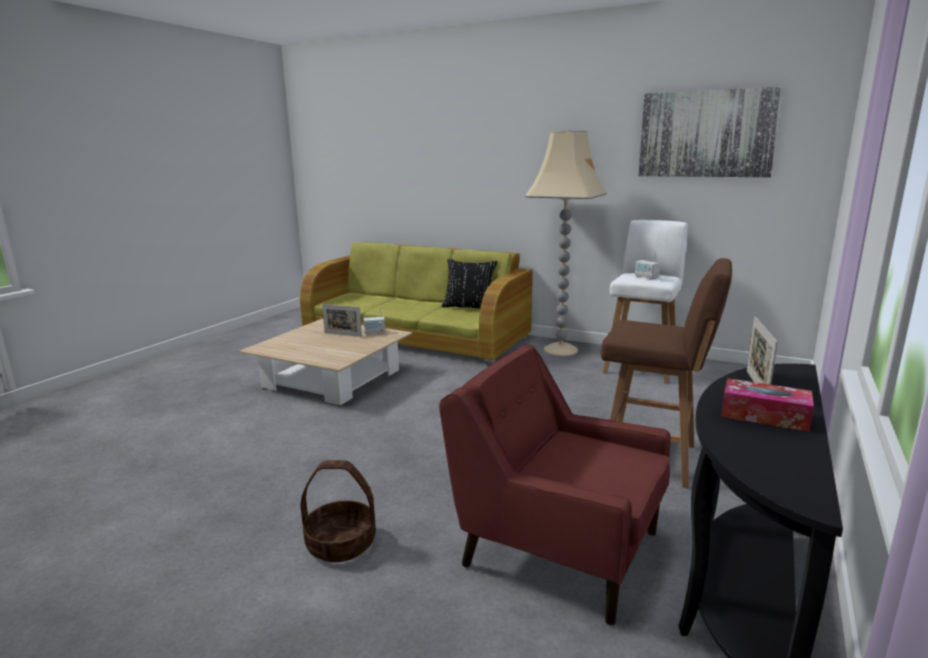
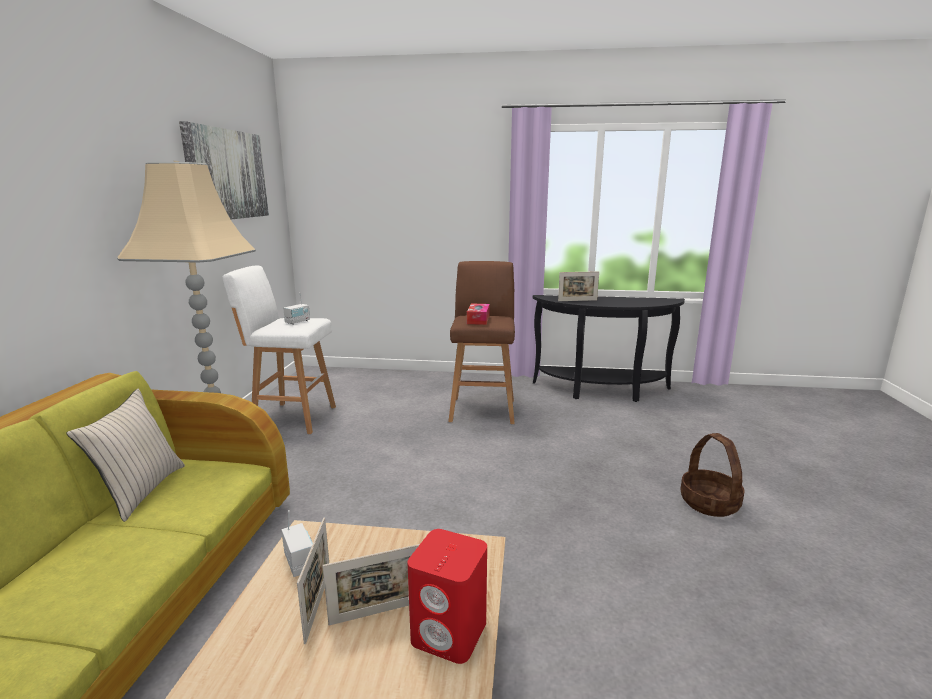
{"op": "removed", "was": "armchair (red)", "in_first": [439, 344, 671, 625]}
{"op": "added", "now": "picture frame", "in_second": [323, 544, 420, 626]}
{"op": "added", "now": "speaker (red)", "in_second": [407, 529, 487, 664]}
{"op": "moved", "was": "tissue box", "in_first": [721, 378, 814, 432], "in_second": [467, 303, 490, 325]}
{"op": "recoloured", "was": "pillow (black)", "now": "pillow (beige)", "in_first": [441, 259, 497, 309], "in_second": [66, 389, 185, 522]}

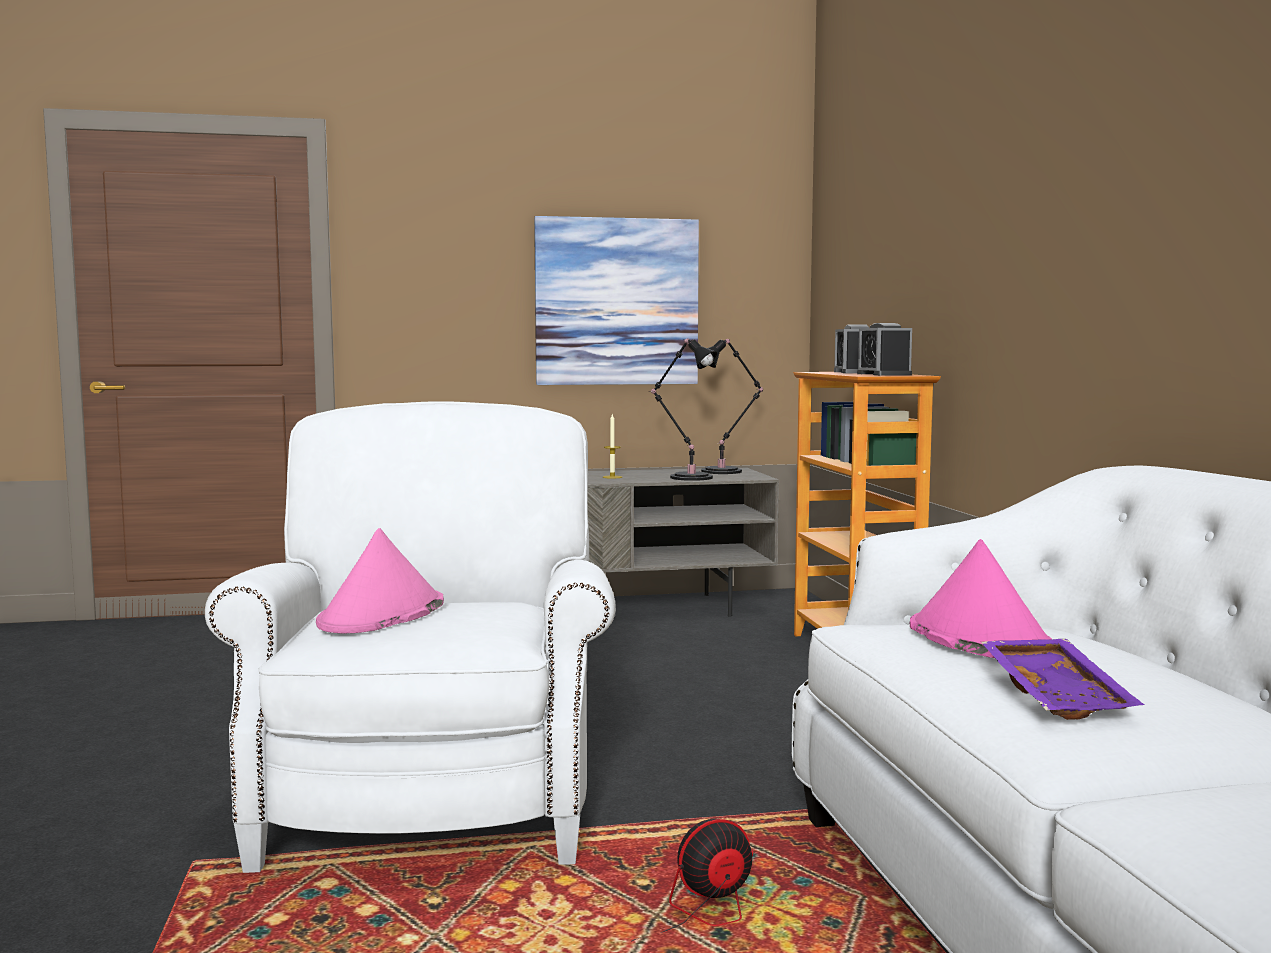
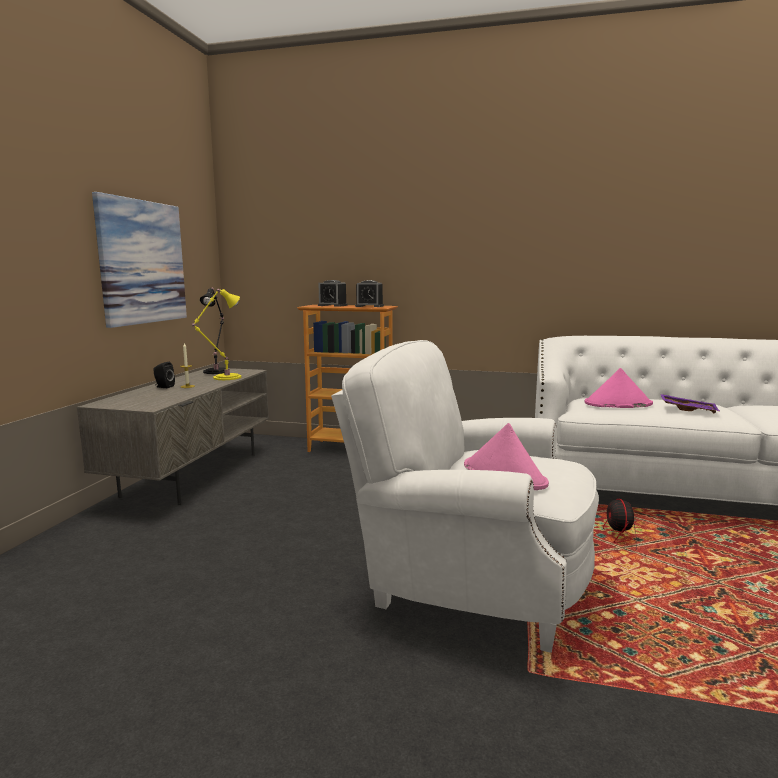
{"op": "added", "now": "speaker (black)", "in_second": [153, 362, 175, 388]}
{"op": "recoloured", "was": "table lamp (black)", "now": "table lamp (yellow)", "in_first": [649, 338, 717, 481], "in_second": [192, 289, 241, 380]}

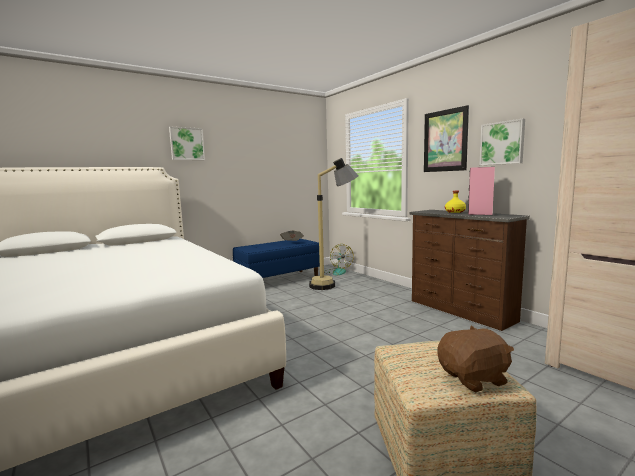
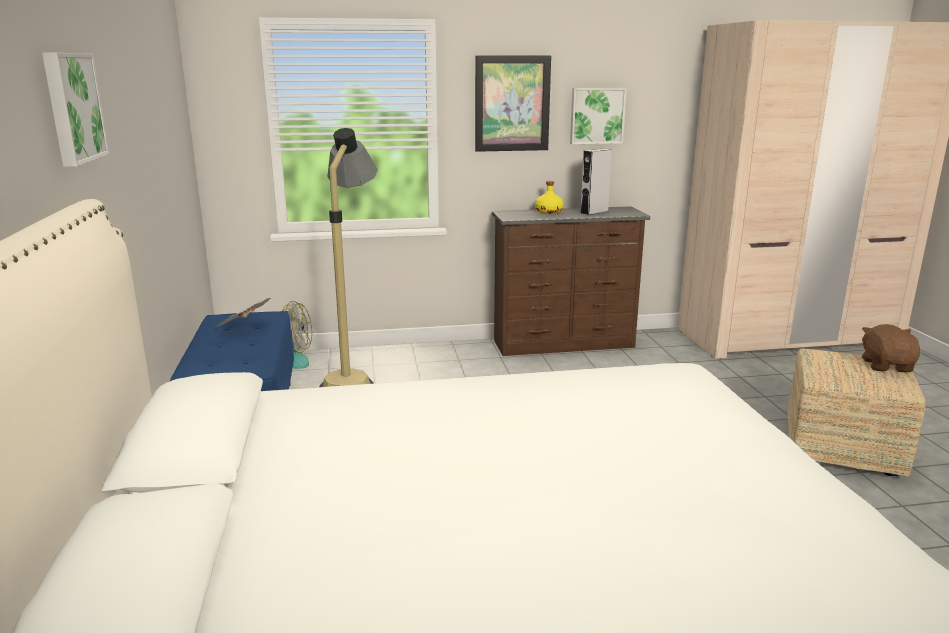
{"op": "recoloured", "was": "speaker (pink)", "now": "speaker (grey)", "in_first": [468, 167, 495, 215], "in_second": [580, 149, 612, 215]}

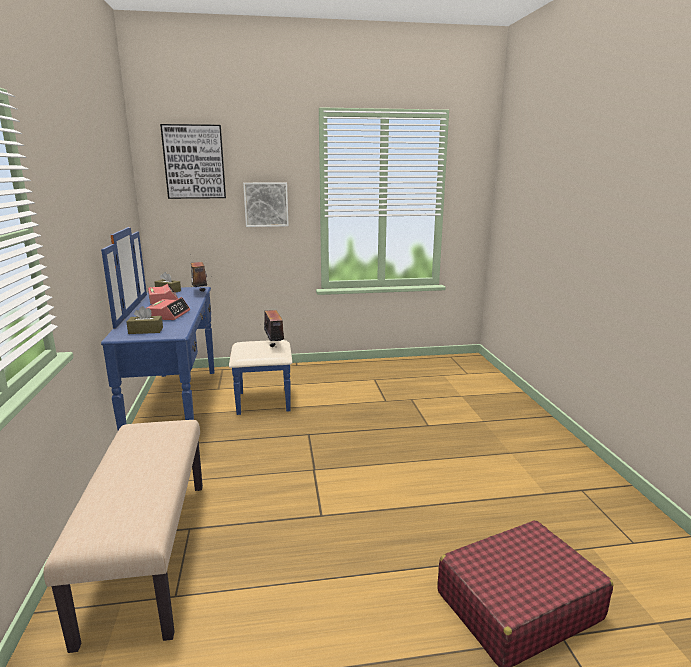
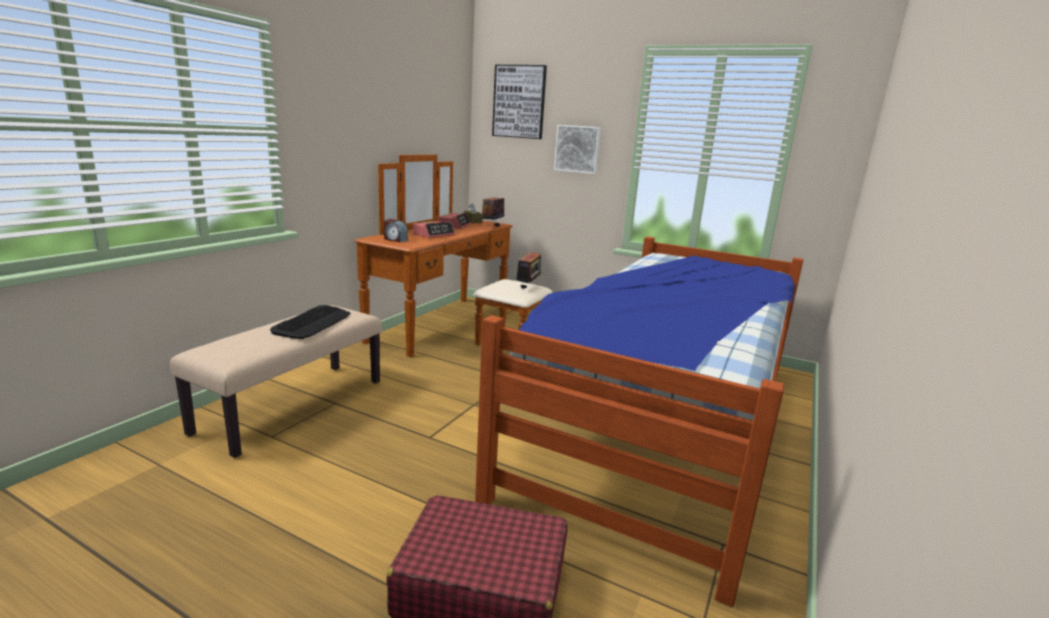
{"op": "added", "now": "keyboard", "in_second": [270, 305, 350, 339]}
{"op": "added", "now": "bed", "in_second": [475, 237, 803, 607]}
{"op": "replaced", "was": "tissue box (brown)", "now": "alarm clock", "in_first": [126, 306, 163, 334], "in_second": [384, 219, 408, 242]}
{"op": "recoloured", "was": "dresser (blue)", "now": "dresser (brown)", "in_first": [101, 227, 292, 430], "in_second": [355, 154, 553, 357]}

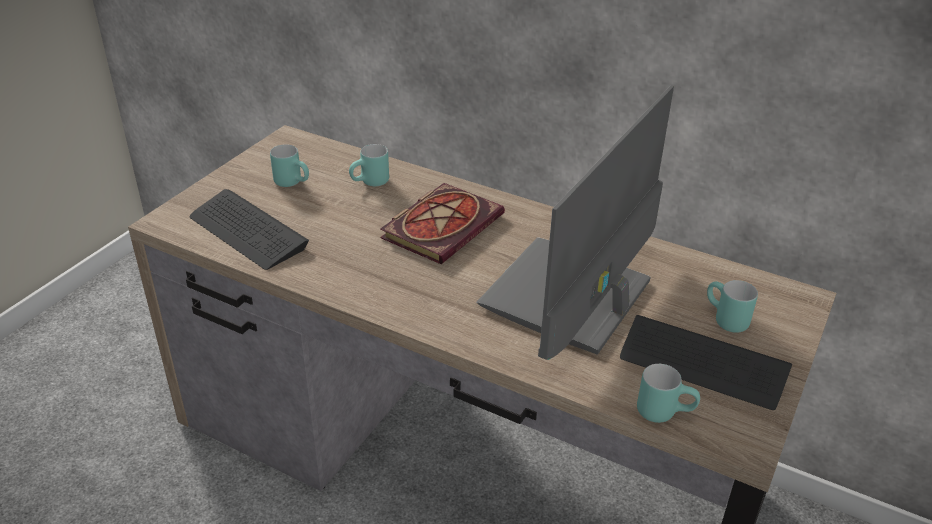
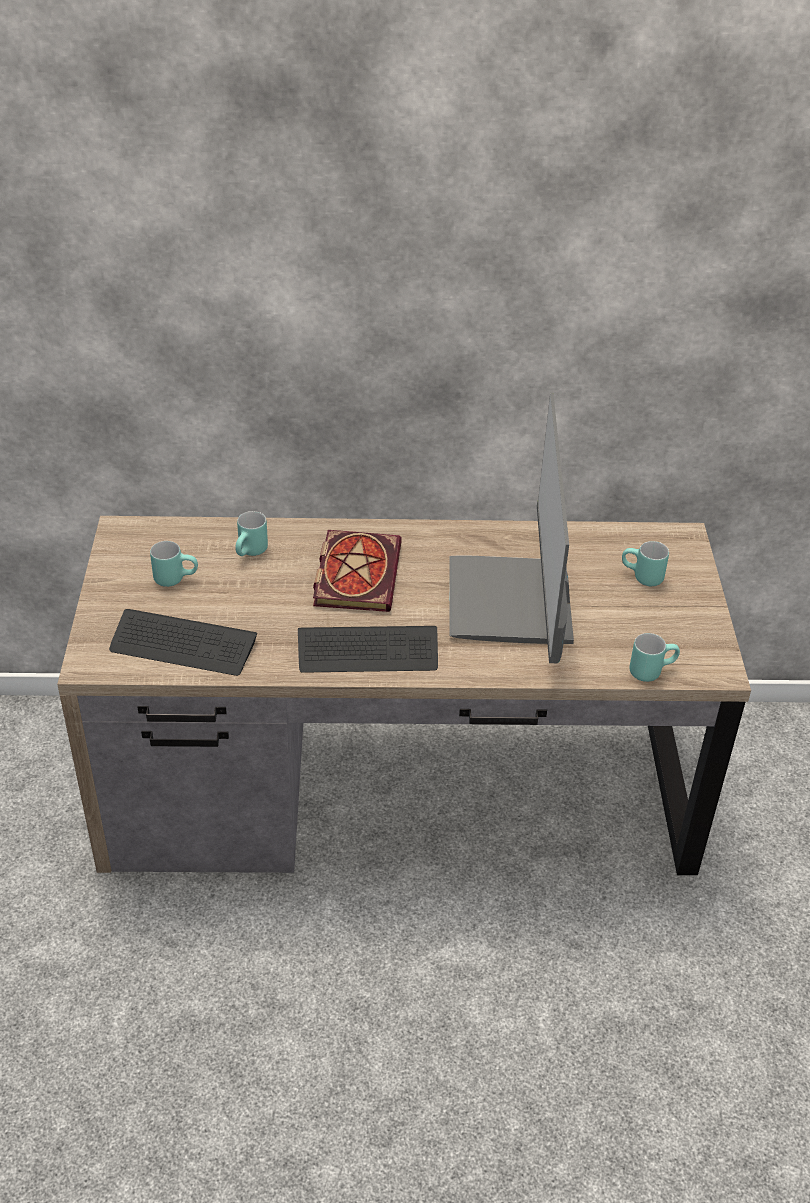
{"op": "moved", "was": "keyboard", "in_first": [620, 315, 792, 410], "in_second": [298, 626, 438, 673]}

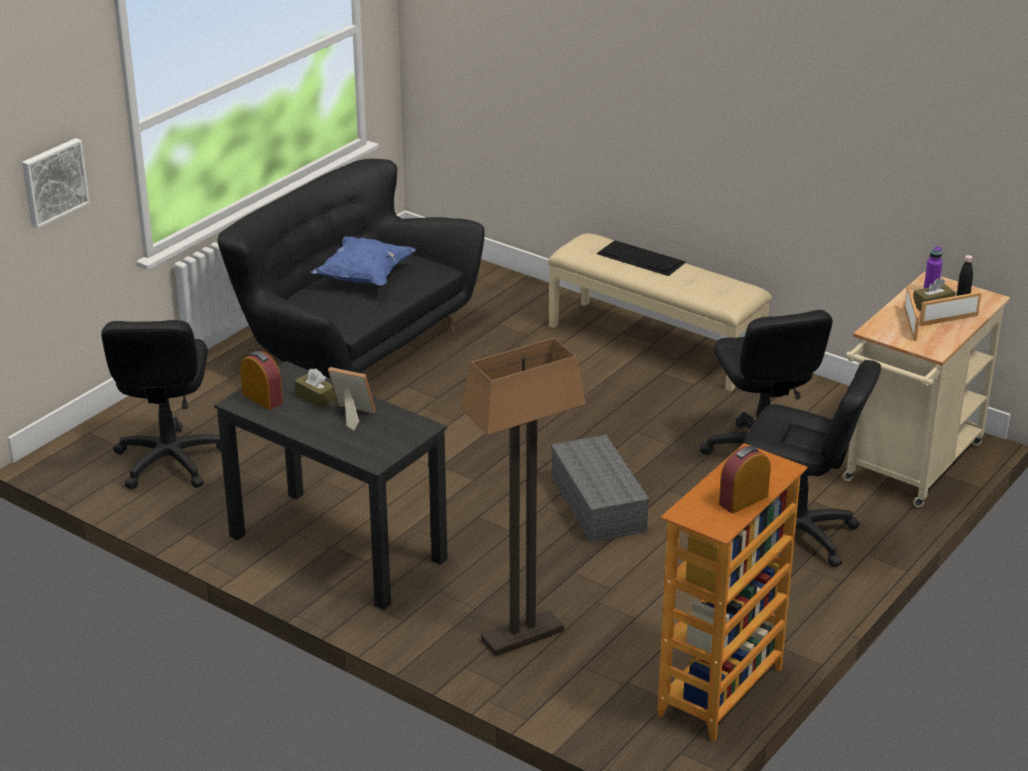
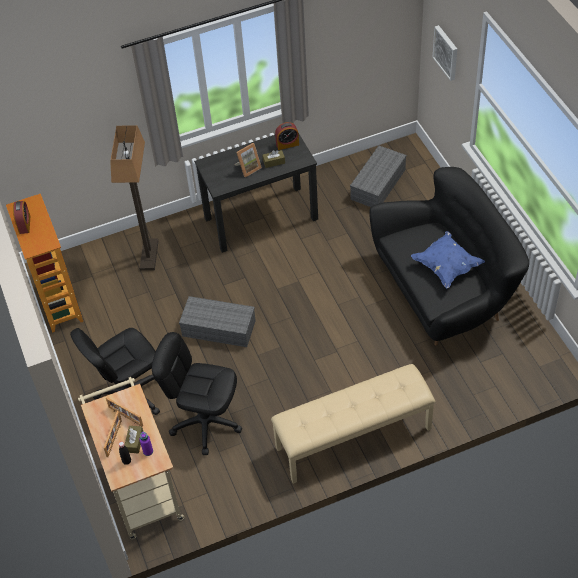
{"op": "removed", "was": "keyboard", "in_first": [597, 240, 686, 276]}
{"op": "replaced", "was": "office chair (black)", "now": "storage box (grey)", "in_first": [101, 320, 221, 489], "in_second": [350, 146, 407, 207]}

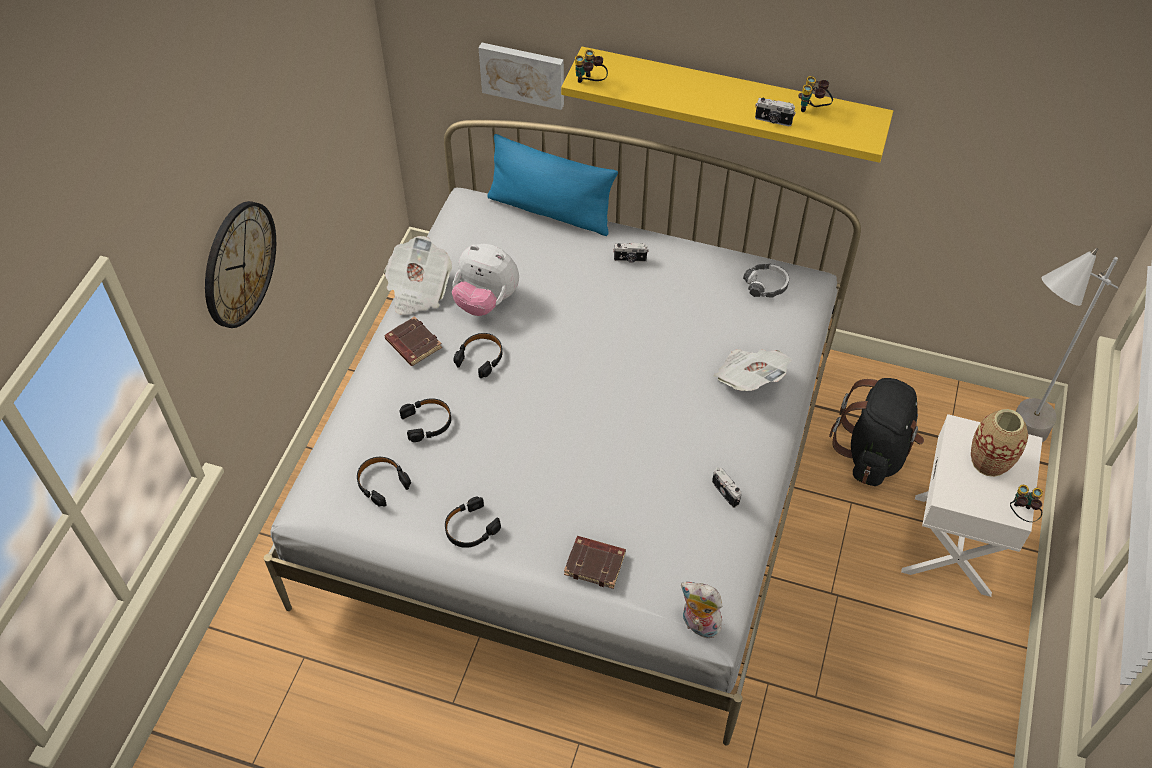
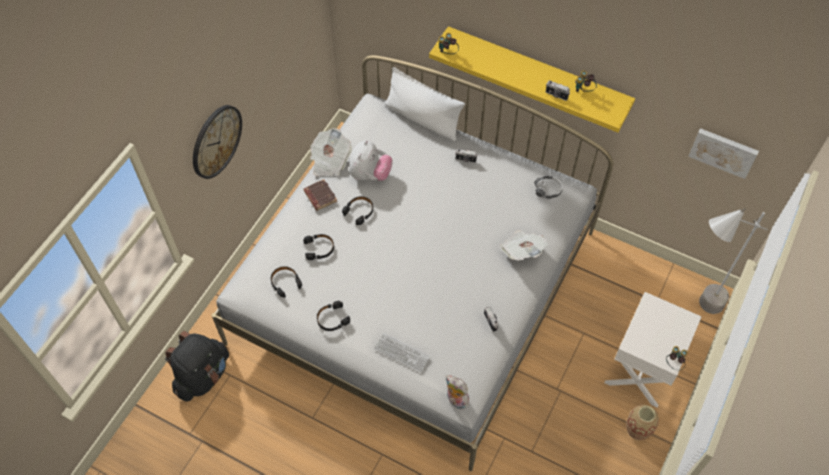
{"op": "moved", "was": "picture", "in_first": [479, 42, 564, 110], "in_second": [688, 128, 759, 179]}
{"op": "moved", "was": "backpack (black)", "in_first": [829, 378, 924, 486], "in_second": [165, 331, 229, 402]}
{"op": "moved", "was": "vase", "in_first": [971, 409, 1028, 477], "in_second": [626, 405, 659, 440]}
{"op": "replaced", "was": "book (brown)", "now": "keyboard", "in_first": [564, 536, 626, 589], "in_second": [374, 333, 431, 373]}
{"op": "recoloured", "was": "pillow (blue)", "now": "pillow (white)", "in_first": [487, 134, 618, 236], "in_second": [385, 67, 465, 141]}
{"op": "turned", "was": "plush toy", "in_first": [452, 244, 519, 316], "in_second": [349, 140, 392, 181], "clockwise": -105}

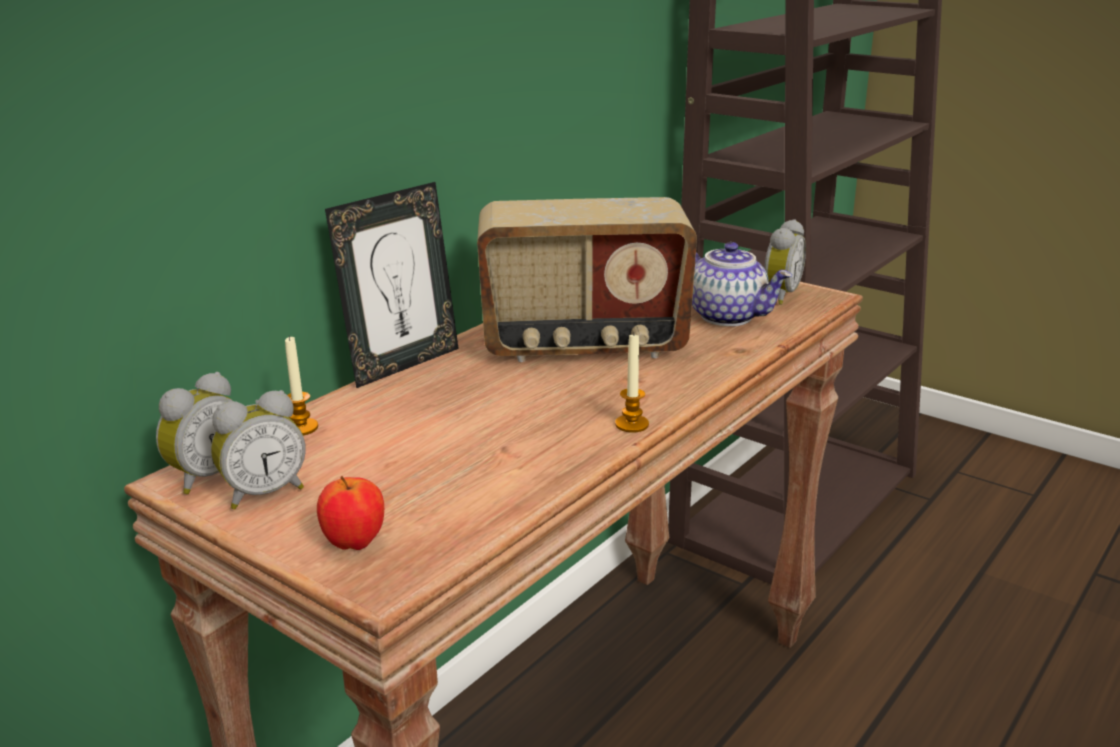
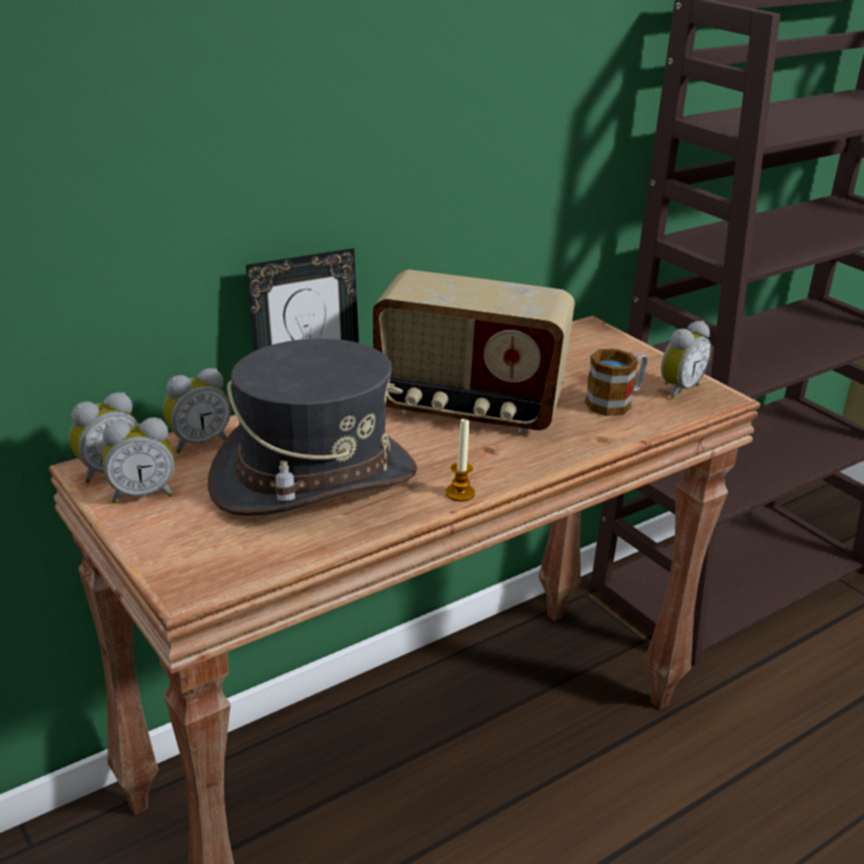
{"op": "removed", "was": "apple", "in_first": [317, 476, 384, 550]}
{"op": "added", "now": "hat (grey)", "in_second": [208, 338, 417, 516]}
{"op": "replaced", "was": "candle", "now": "alarm clock", "in_first": [285, 335, 318, 436], "in_second": [163, 368, 231, 453]}
{"op": "replaced", "was": "teapot", "now": "mug", "in_first": [692, 242, 792, 326], "in_second": [585, 349, 647, 416]}

